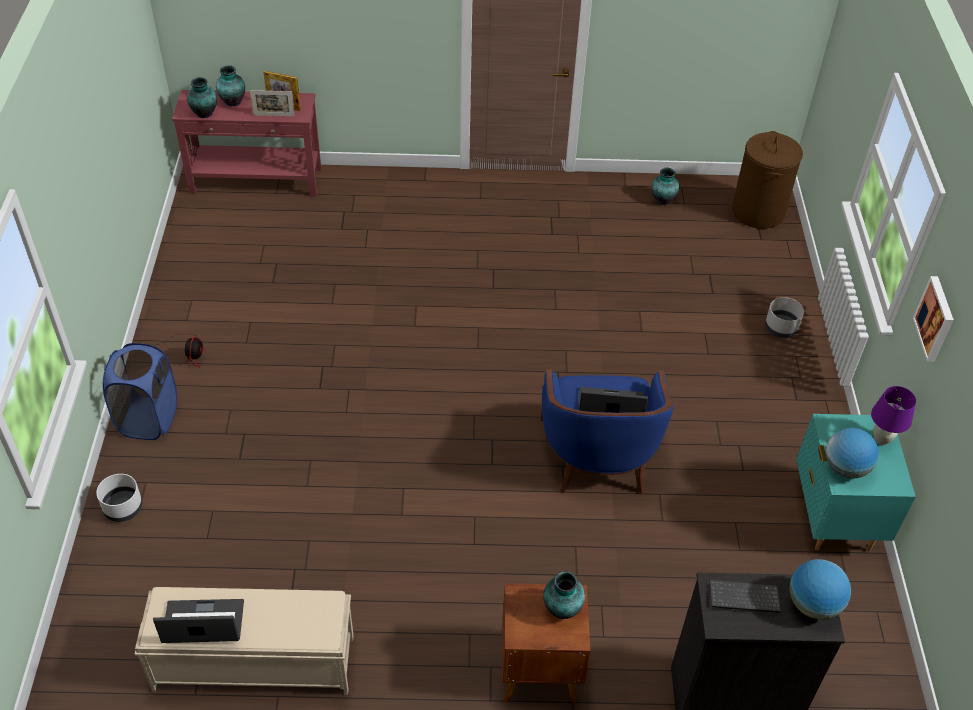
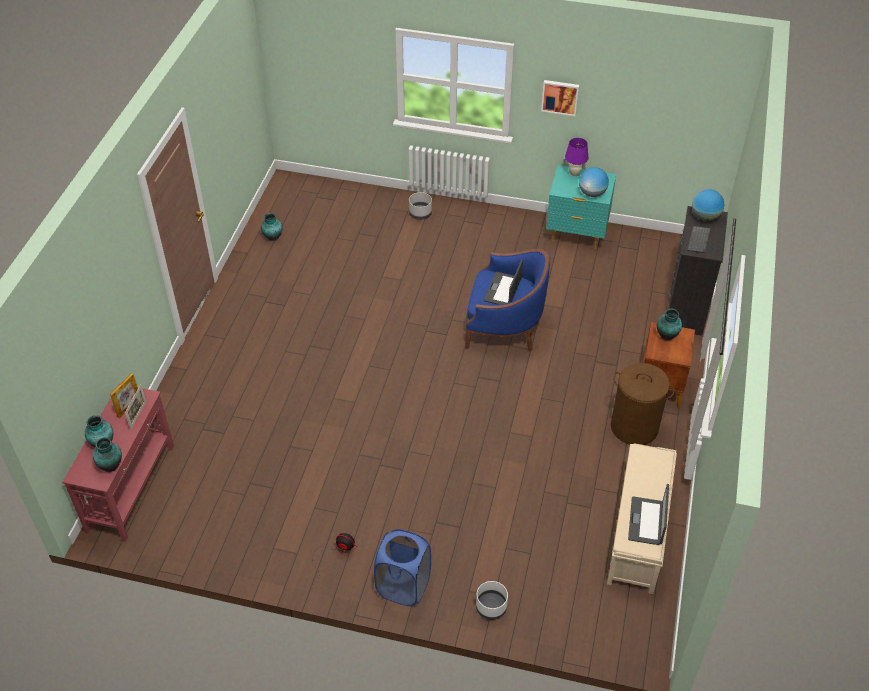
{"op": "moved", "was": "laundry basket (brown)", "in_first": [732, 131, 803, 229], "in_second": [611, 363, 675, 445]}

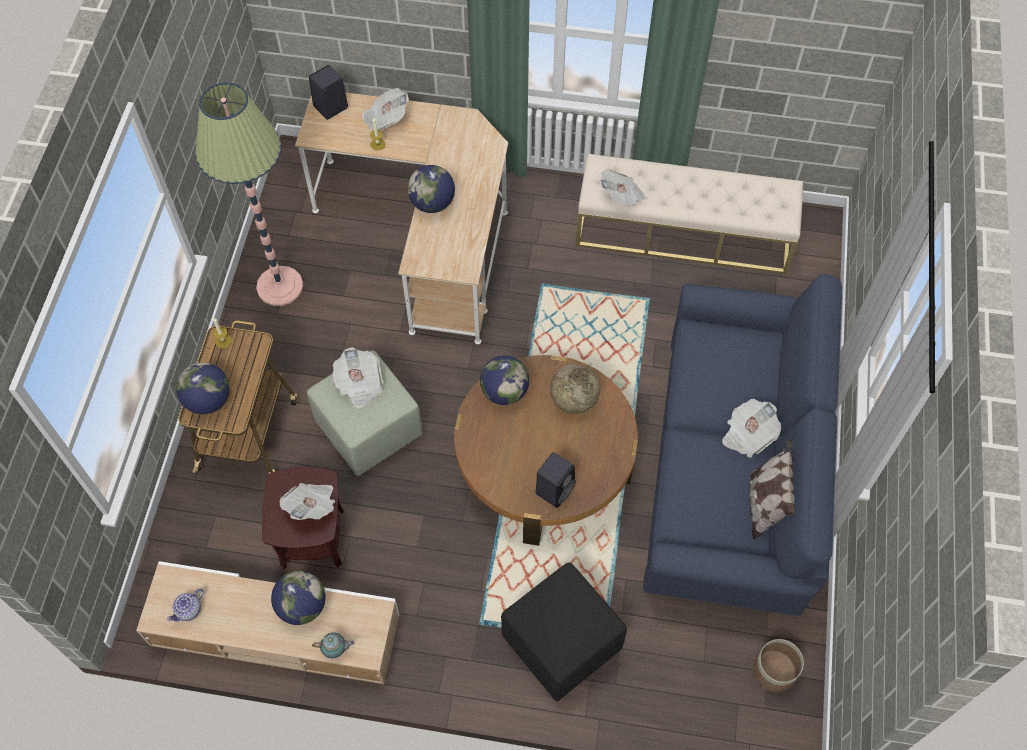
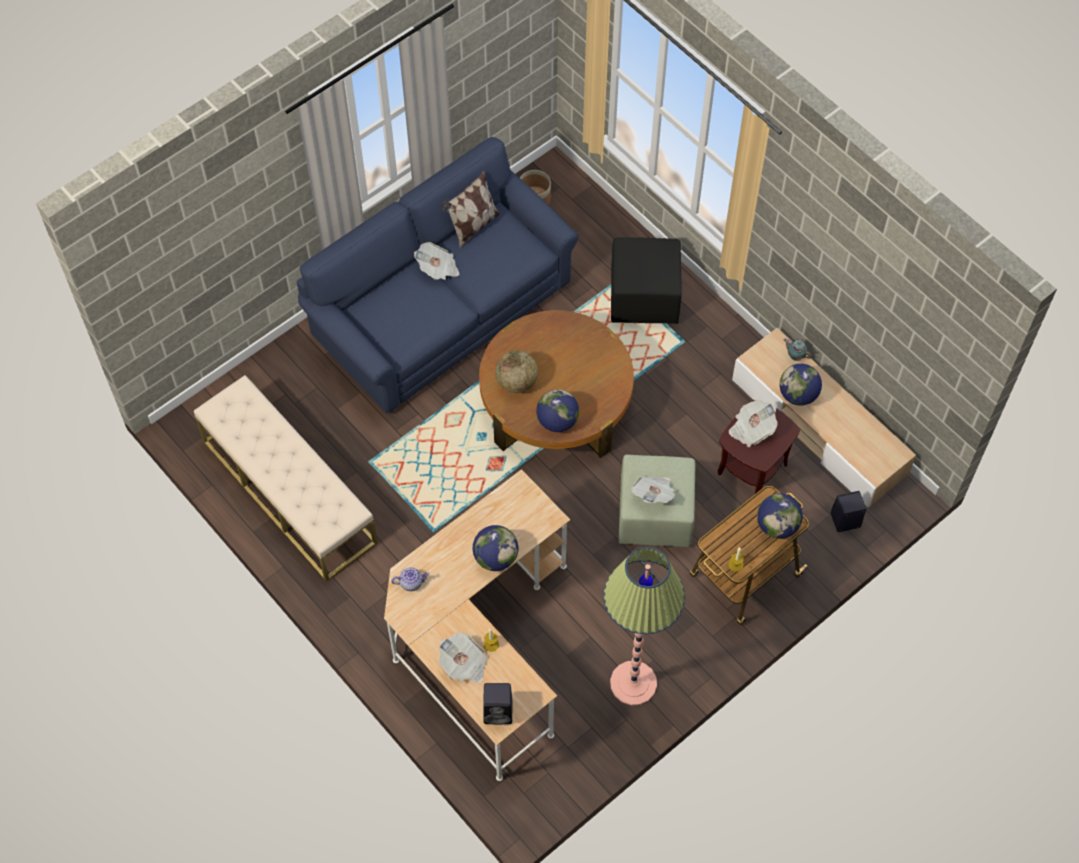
{"op": "removed", "was": "newspaper", "in_first": [599, 169, 647, 206]}
{"op": "moved", "was": "teapot", "in_first": [167, 588, 204, 621], "in_second": [391, 567, 430, 591]}
{"op": "moved", "was": "speaker (black)", "in_first": [535, 452, 576, 508], "in_second": [831, 491, 866, 532]}

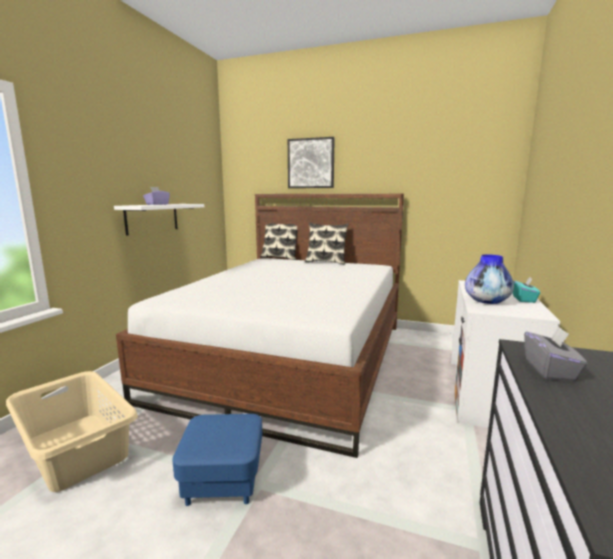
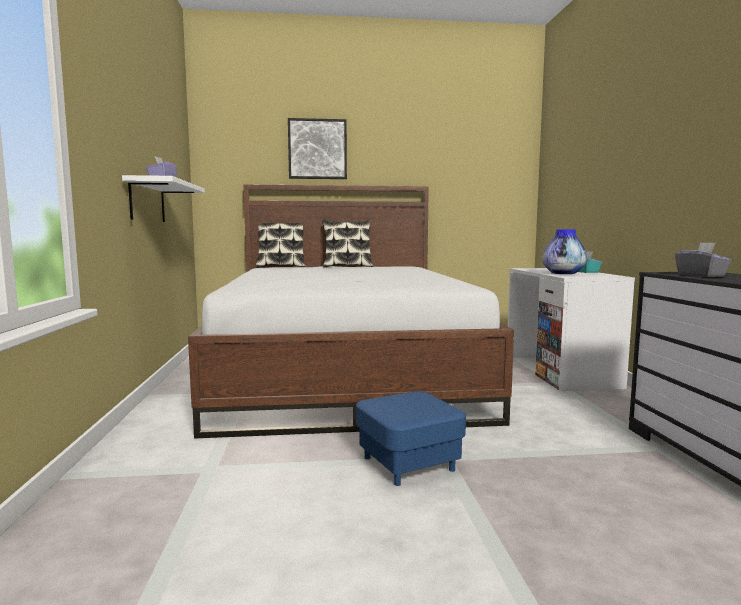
{"op": "removed", "was": "laundry basket (beige)", "in_first": [6, 371, 138, 492]}

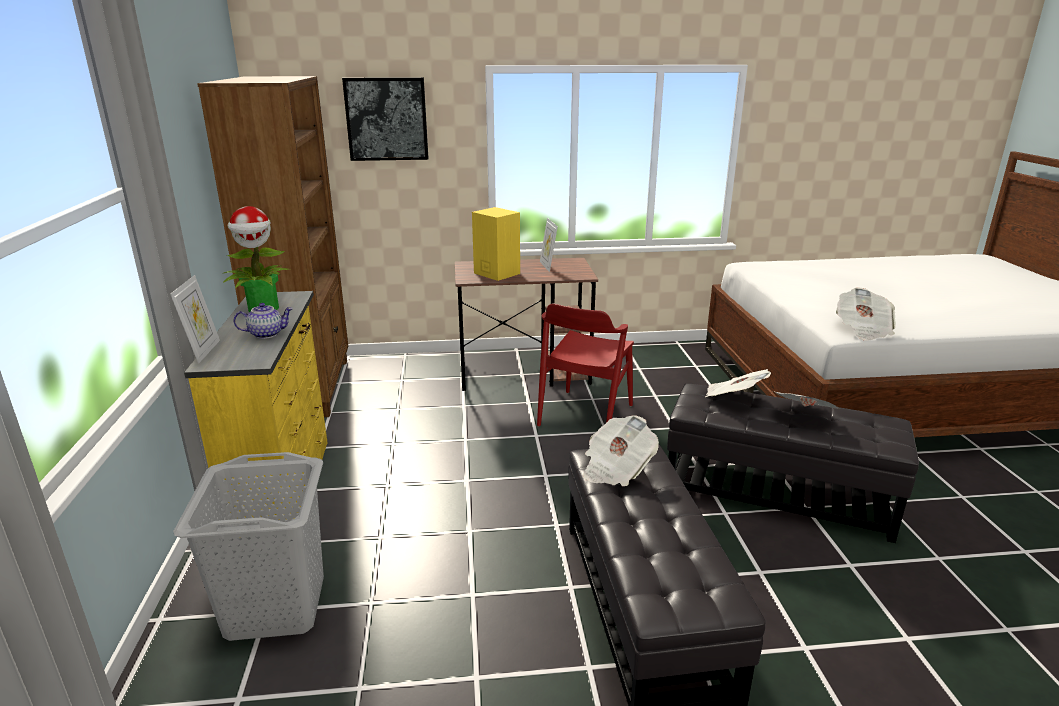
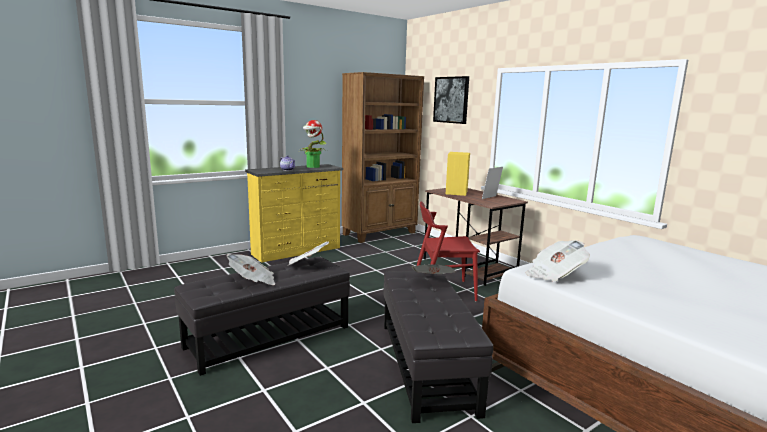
{"op": "removed", "was": "picture frame", "in_first": [170, 275, 220, 364]}
{"op": "removed", "was": "laundry basket (grey)", "in_first": [173, 452, 324, 641]}
{"op": "moved", "was": "newspaper", "in_first": [773, 391, 840, 409], "in_second": [226, 254, 275, 285]}

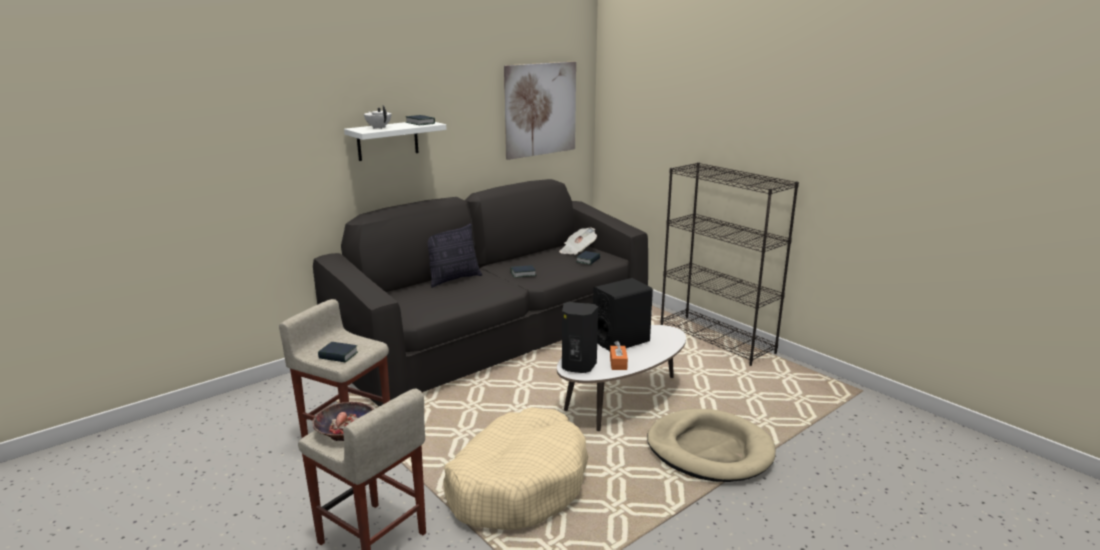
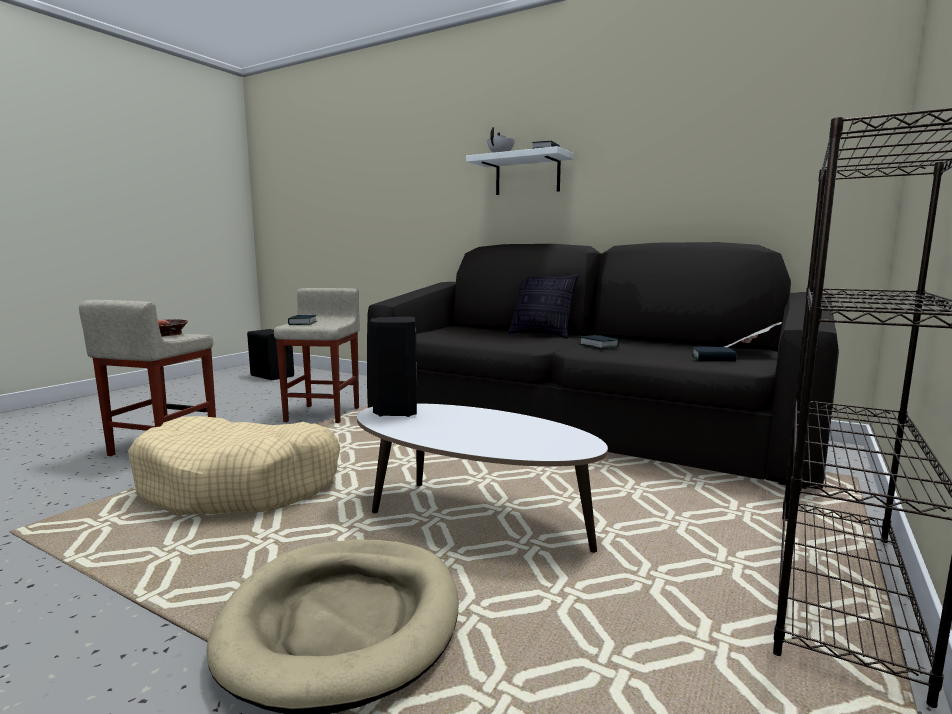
{"op": "removed", "was": "picture", "in_first": [504, 61, 576, 160]}
{"op": "removed", "was": "tissue box (orange)", "in_first": [610, 341, 628, 370]}
{"op": "moved", "was": "speaker (black)", "in_first": [593, 278, 653, 351], "in_second": [247, 329, 294, 380]}

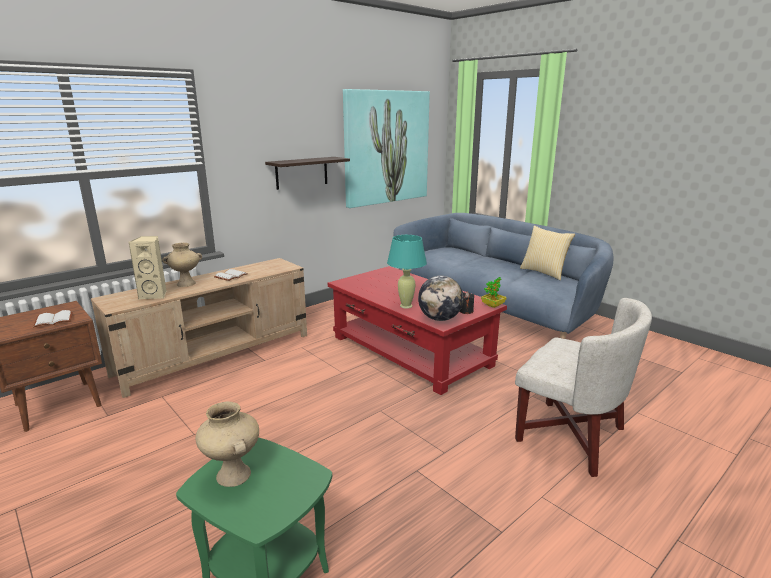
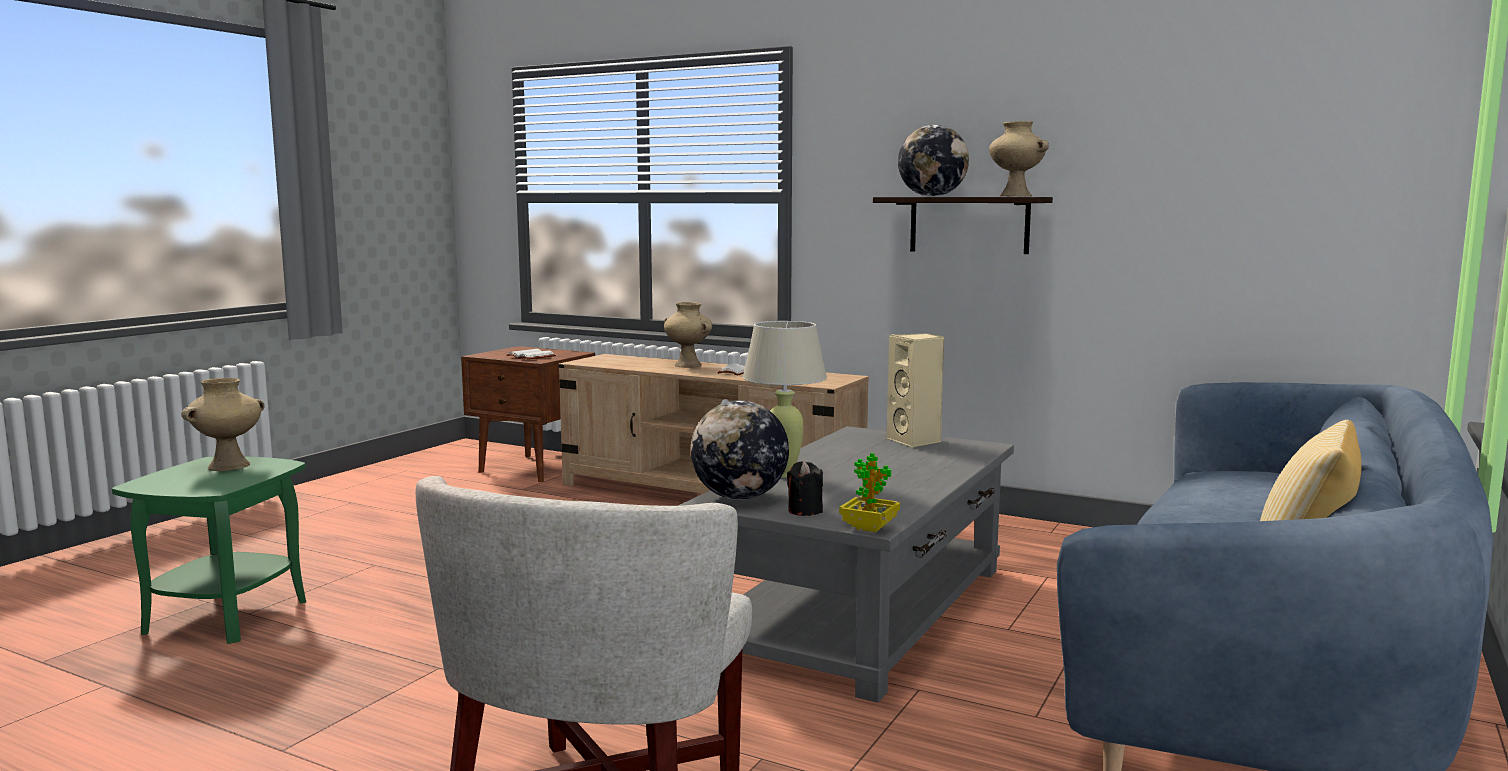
{"op": "removed", "was": "picture", "in_first": [343, 89, 430, 208]}
{"op": "added", "now": "globe", "in_second": [898, 125, 969, 197]}
{"op": "added", "now": "vase (beige)", "in_second": [989, 121, 1049, 196]}
{"op": "moved", "was": "speaker (beige)", "in_first": [129, 236, 166, 299], "in_second": [886, 333, 944, 448]}
{"op": "recoloured", "was": "coffee table (red)", "now": "coffee table (grey)", "in_first": [328, 266, 507, 395], "in_second": [678, 426, 1014, 703]}
{"op": "recoloured", "was": "table lamp (turquoise)", "now": "table lamp (beige)", "in_first": [387, 235, 427, 308], "in_second": [743, 321, 827, 477]}

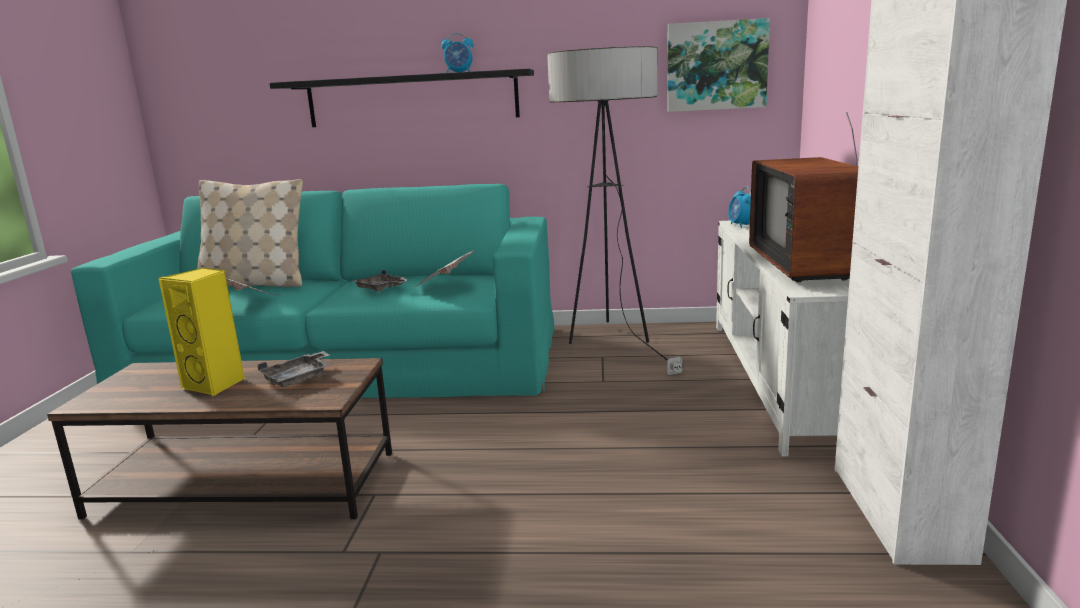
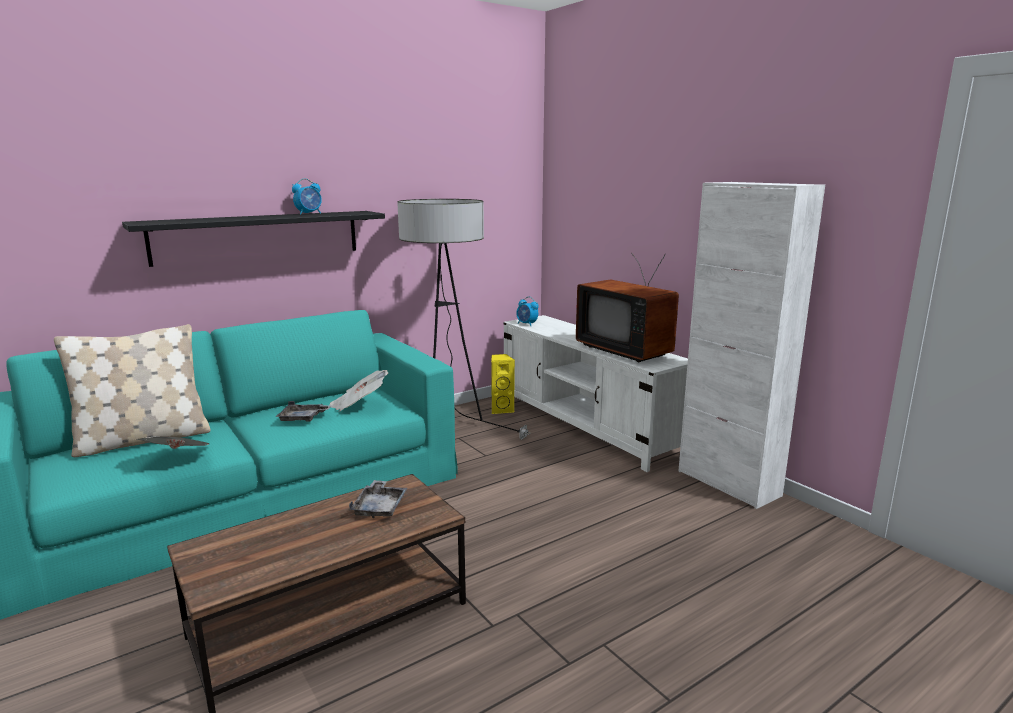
{"op": "removed", "was": "picture", "in_first": [667, 18, 770, 112]}
{"op": "moved", "was": "speaker (yellow)", "in_first": [158, 268, 245, 396], "in_second": [491, 354, 515, 414]}

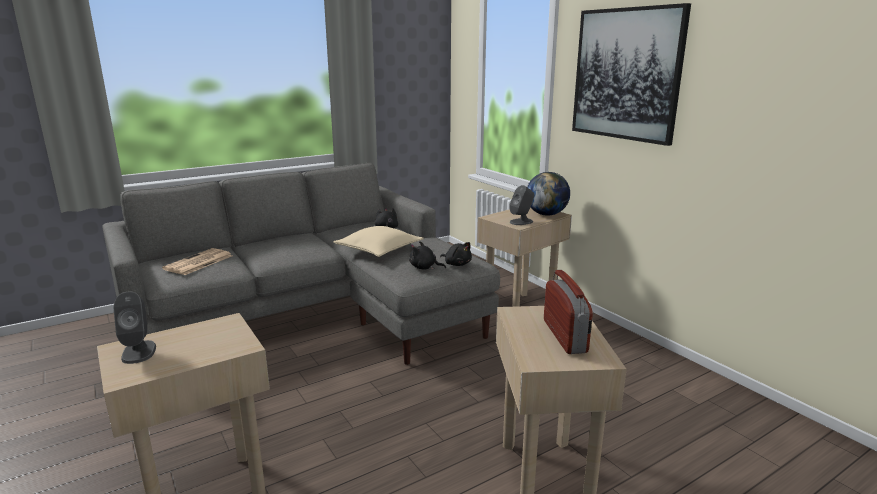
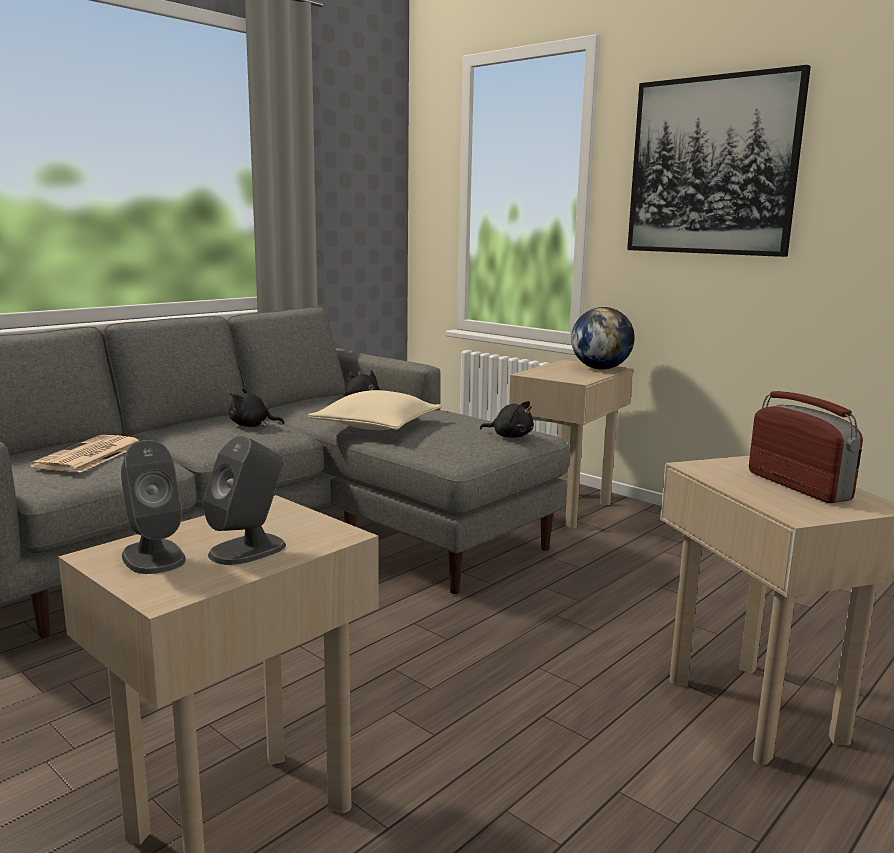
{"op": "moved", "was": "plush toy (black)", "in_first": [409, 241, 446, 270], "in_second": [229, 388, 284, 427]}
{"op": "moved", "was": "speaker (grey)", "in_first": [509, 185, 535, 225], "in_second": [203, 435, 286, 565]}

